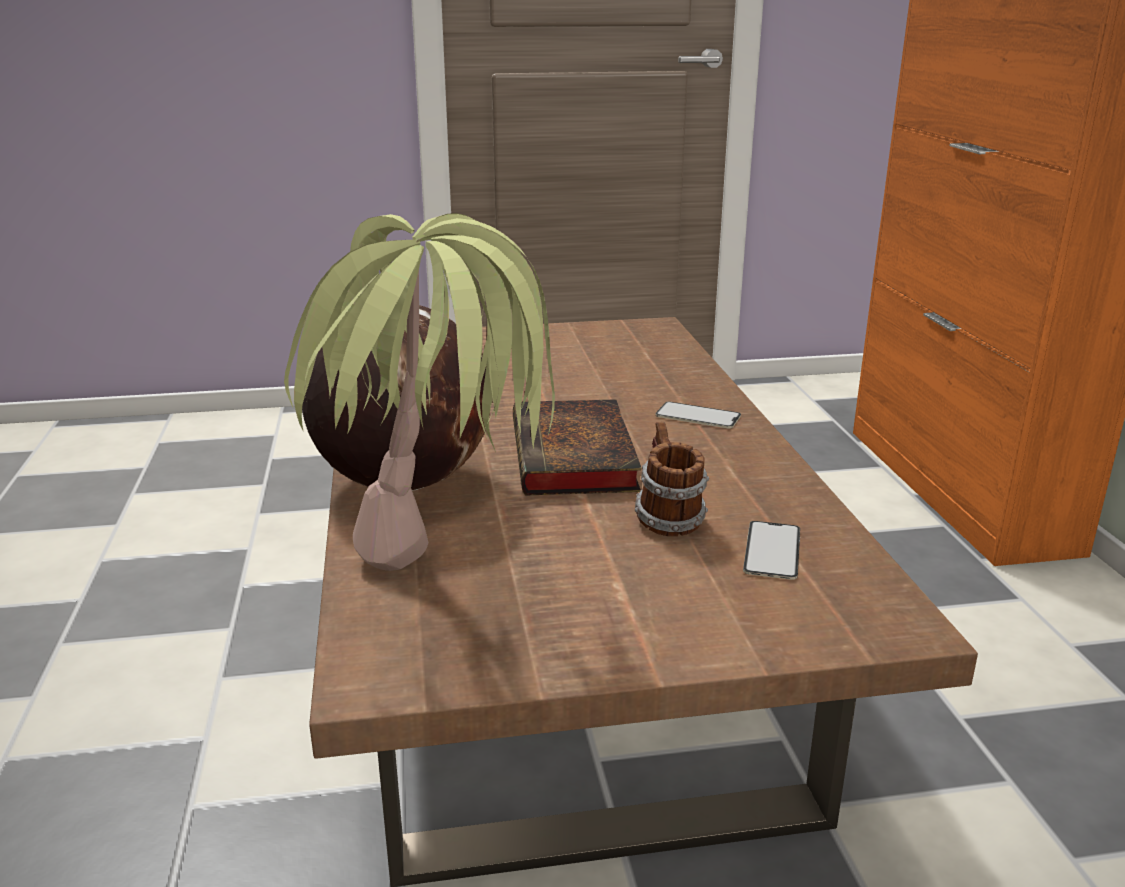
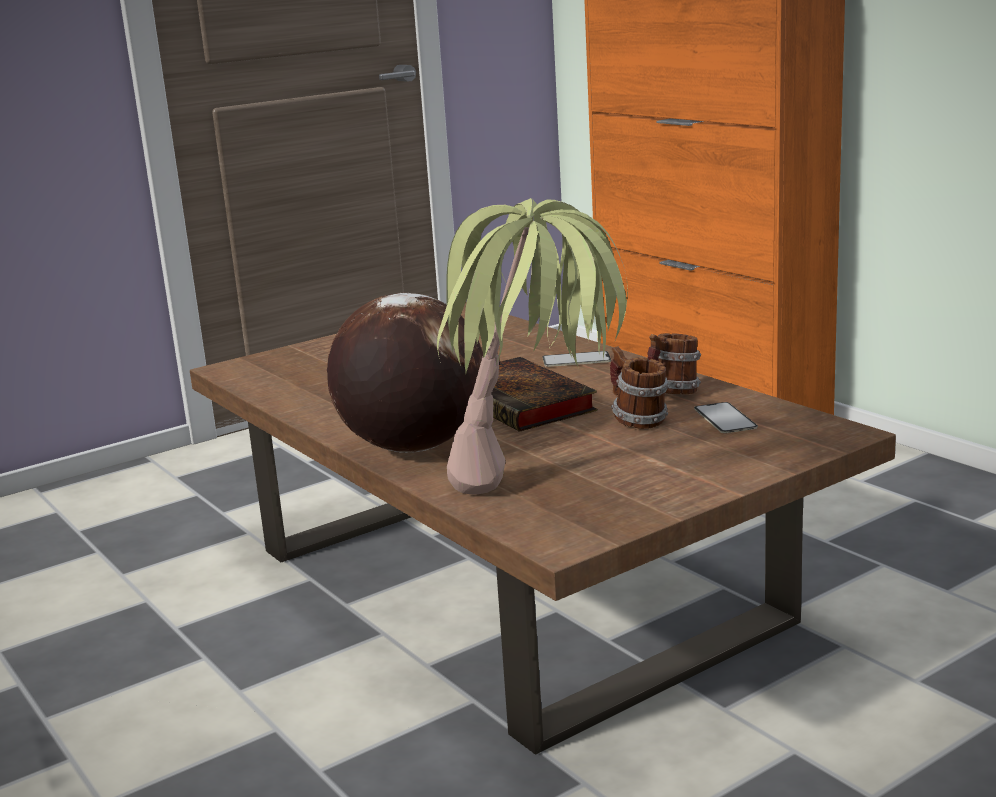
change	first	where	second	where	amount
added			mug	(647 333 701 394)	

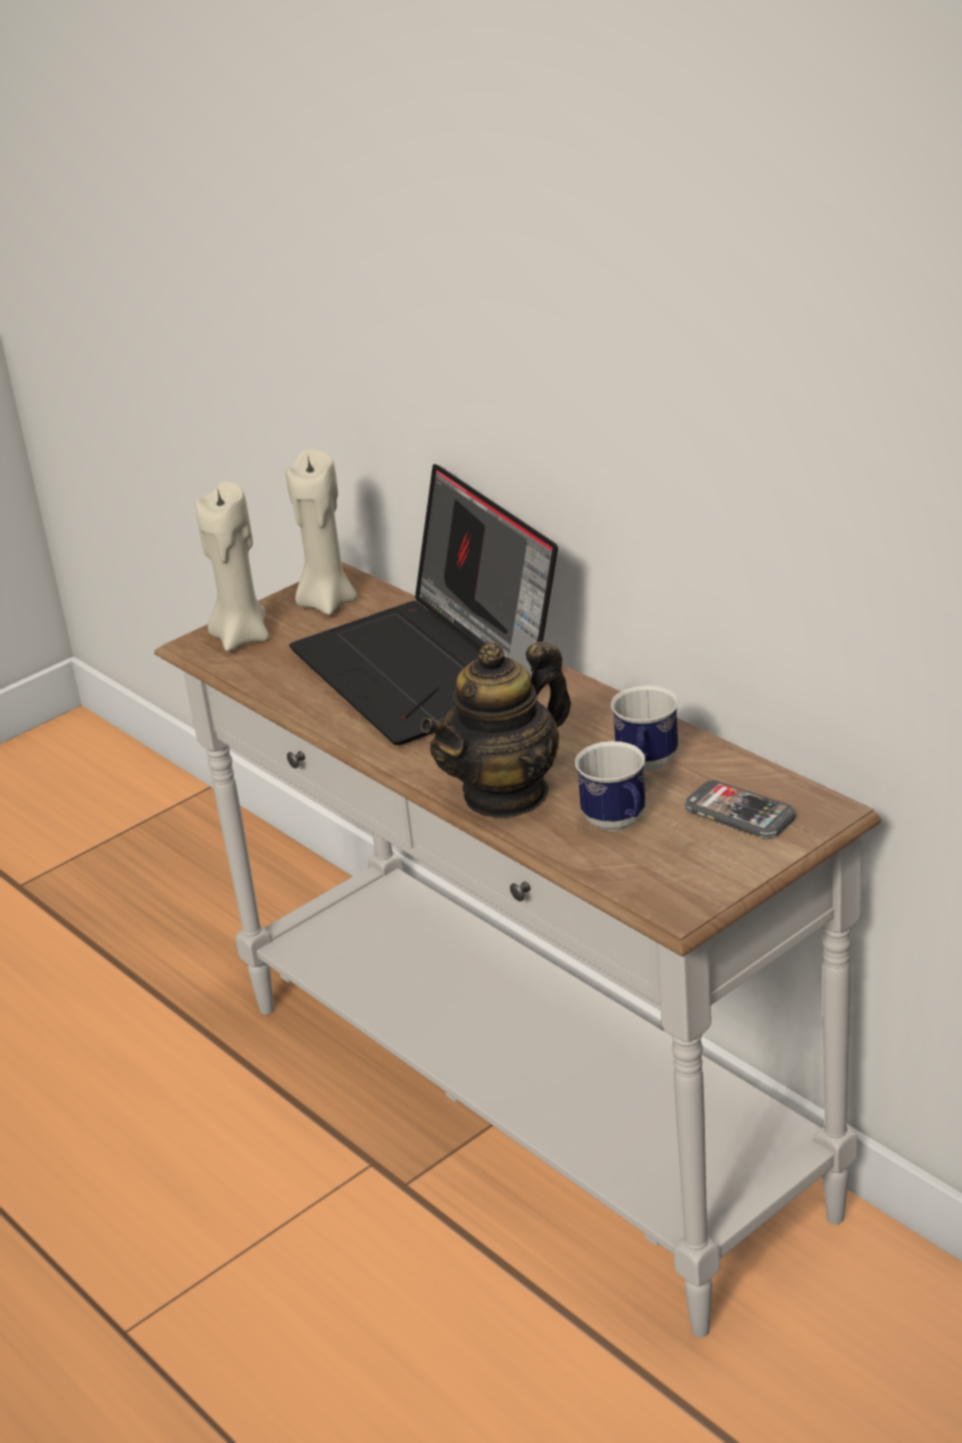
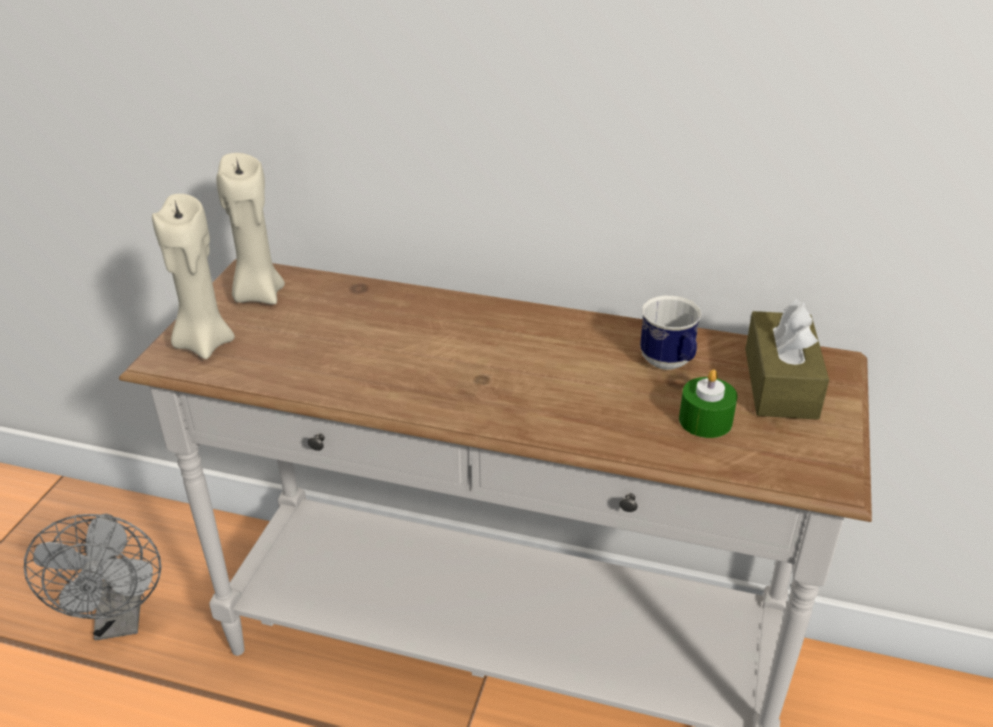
change	first	where	second	where	amount
added			grey fan	(24 513 162 641)	
replaced	mug	(575 741 645 831)	green candle	(679 369 737 438)	
replaced	phone	(685 780 796 839)	brown tissue box	(745 298 829 420)	
removed	laptop	(289 464 558 745)			
removed	teapot	(420 641 571 819)			

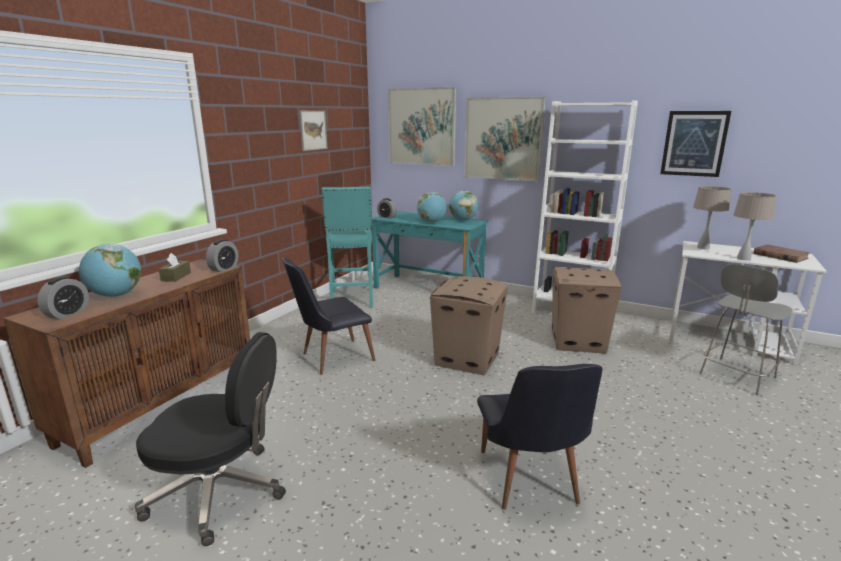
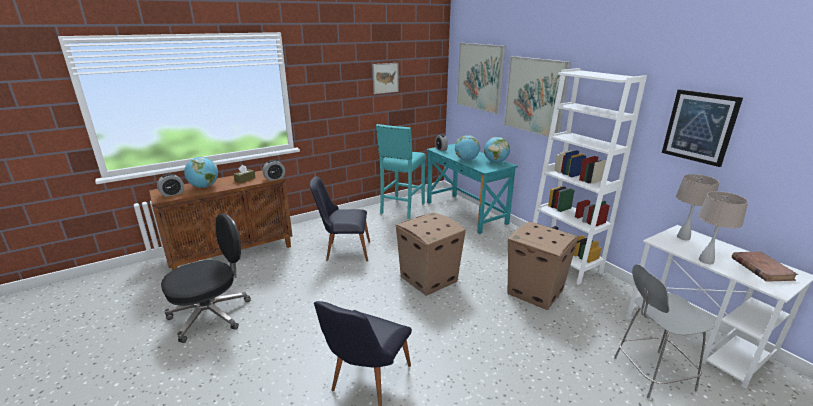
change	first	where	second	where	amount
turned	black office chair	(135 332 286 546)		(161 214 251 343)	75 degrees counterclockwise

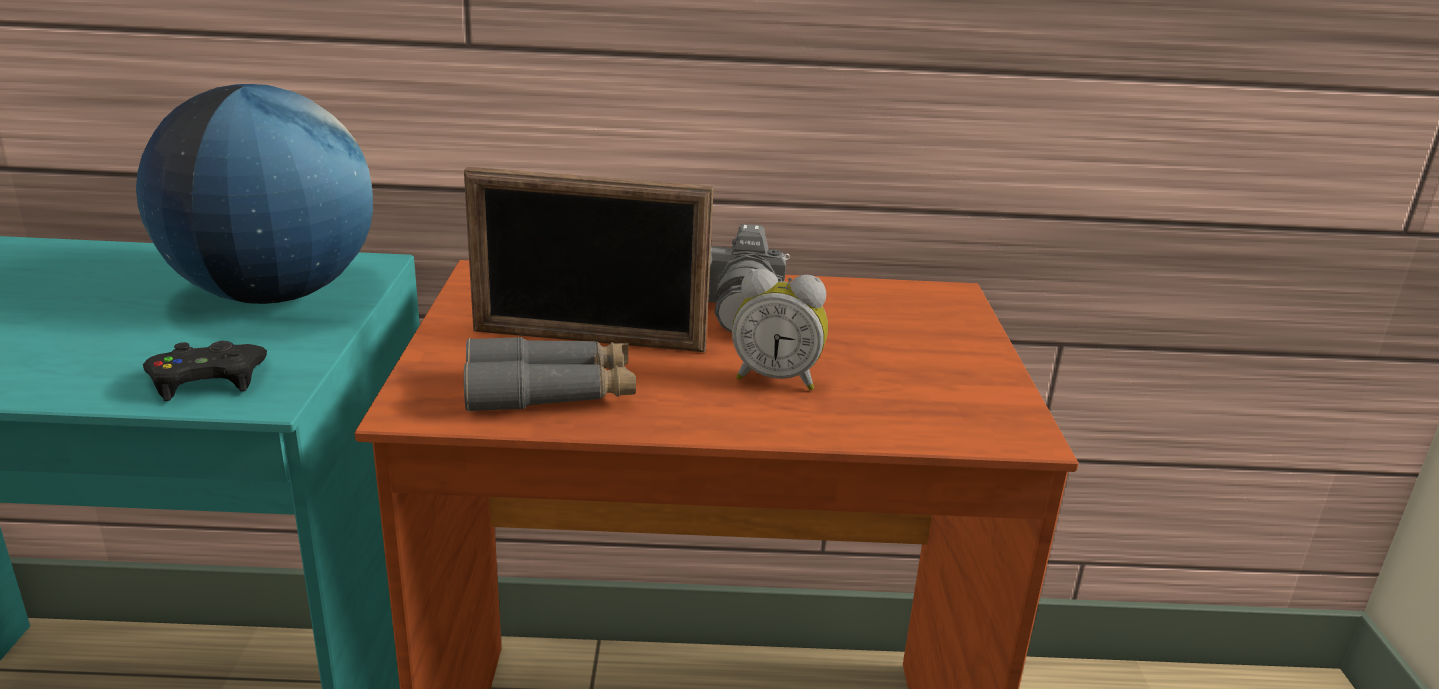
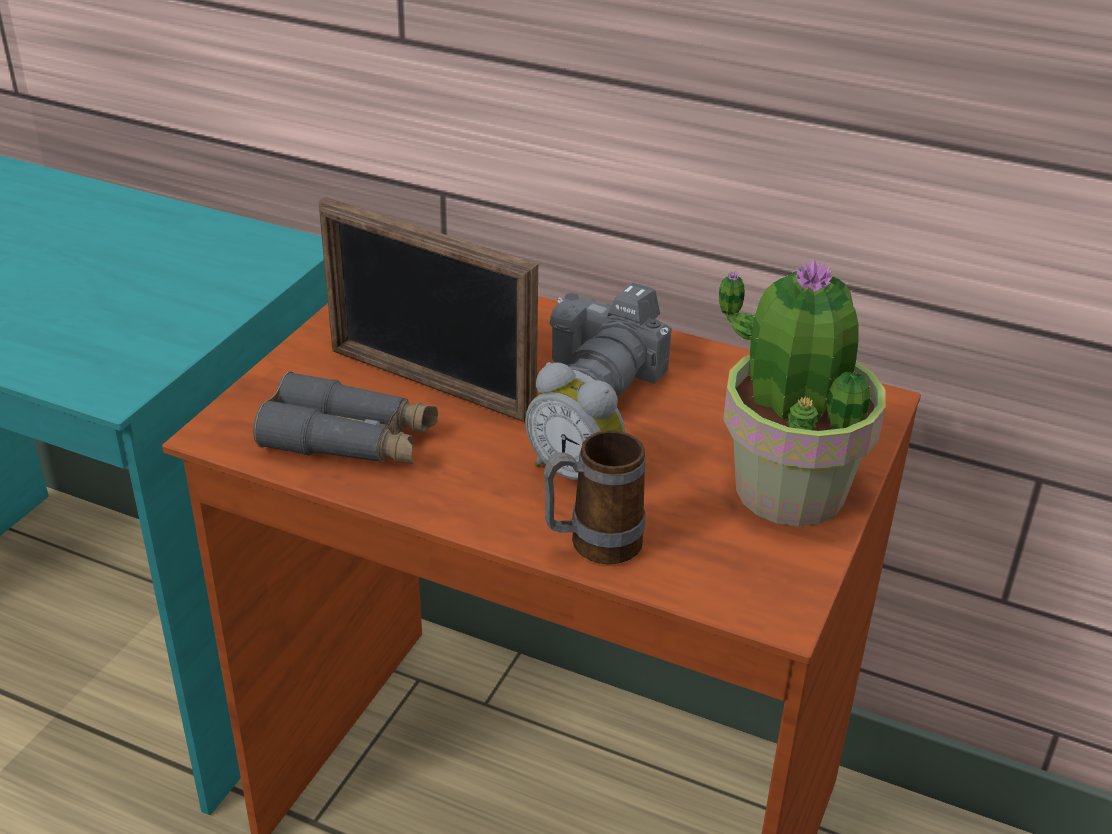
change	first	where	second	where	amount
added			mug	(544 430 646 565)	
added			potted plant	(717 258 886 526)	
removed	globe	(136 84 373 304)			
removed	black game controller	(143 341 267 401)			

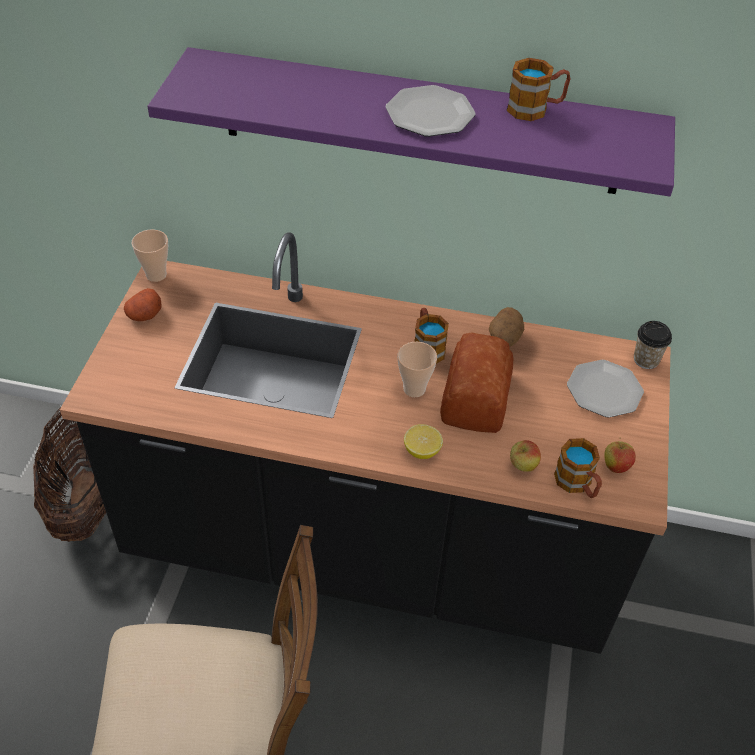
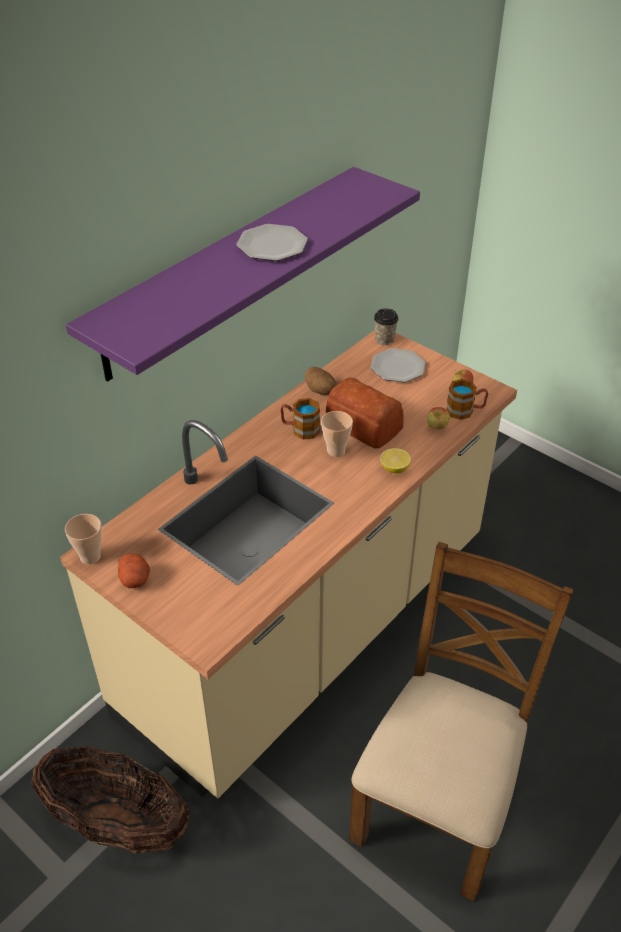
change	first	where	second	where	amount
recoloured	black counter	(60 232 671 654)	beige counter	(60 330 517 798)	
removed	mug	(507 58 570 121)			

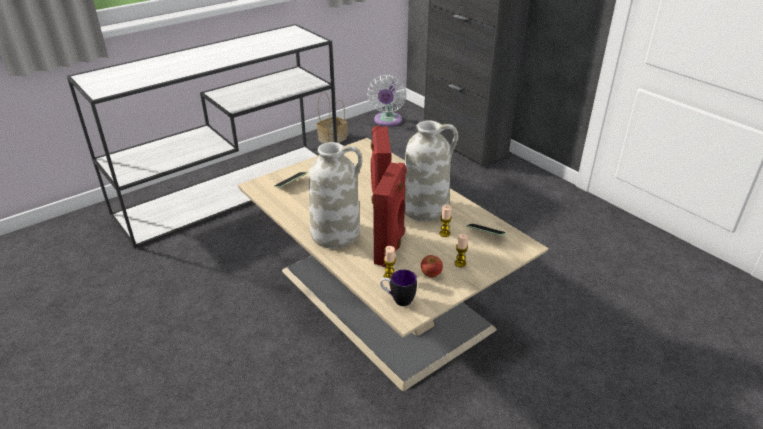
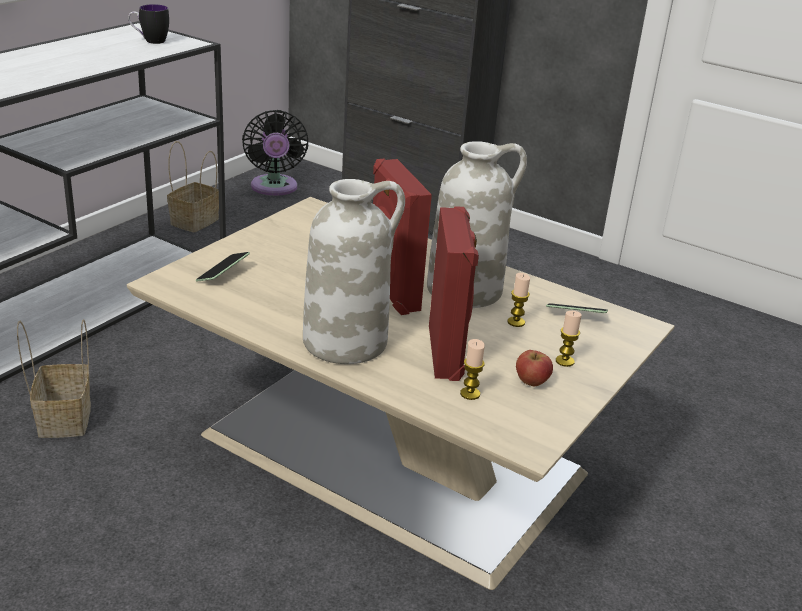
change	first	where	second	where	amount
added			basket	(17 319 91 438)	
moved	mug	(380 270 417 306)		(128 4 169 44)	
recoloured	white fan	(367 75 406 126)	black fan	(242 110 308 196)	

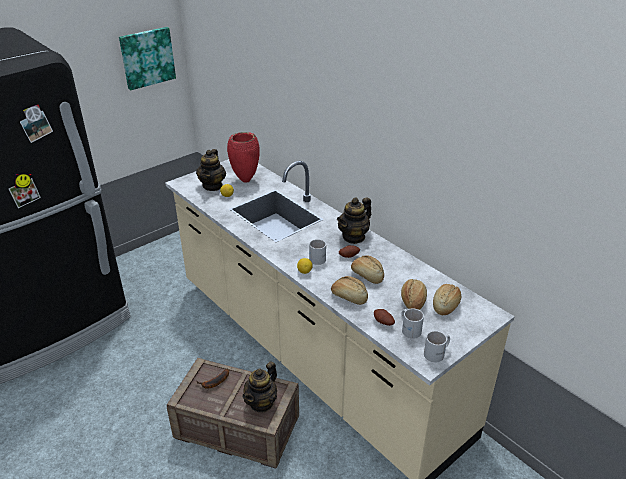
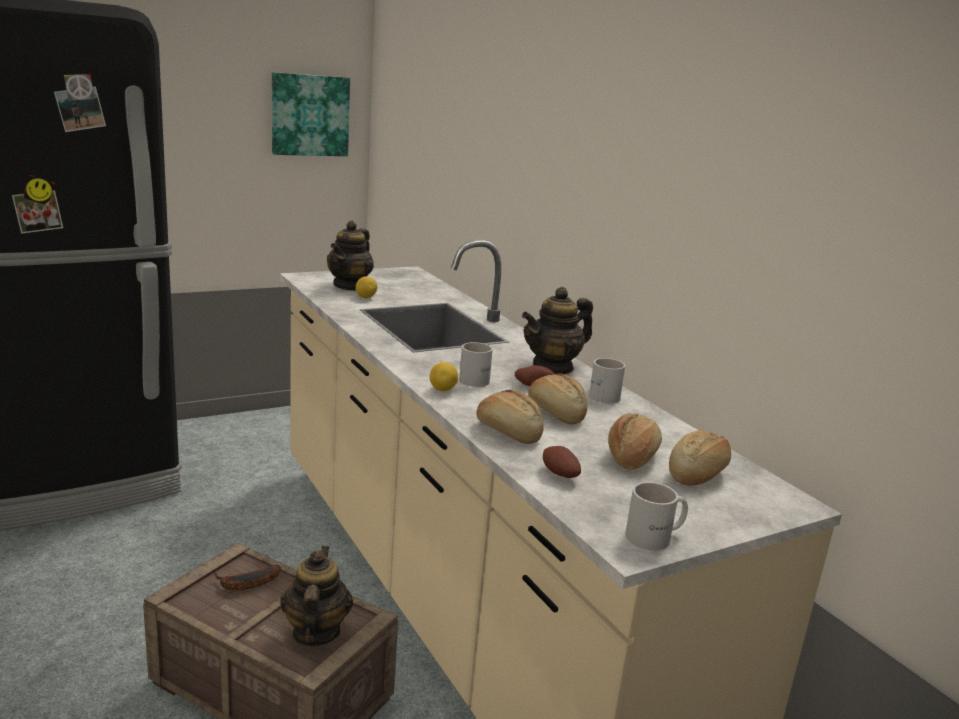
change	first	where	second	where	amount
turned	teapot	(242 361 277 413)		(280 546 353 647)	135 degrees clockwise
moved	white mug	(401 308 424 339)		(589 358 625 404)	
removed	red vase	(227 132 260 183)			

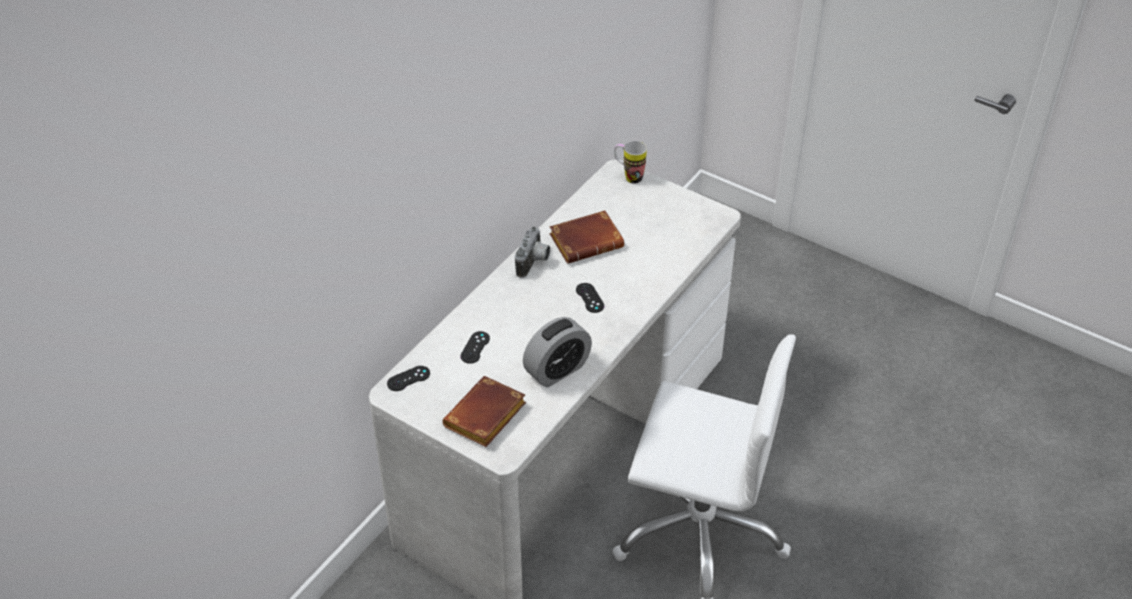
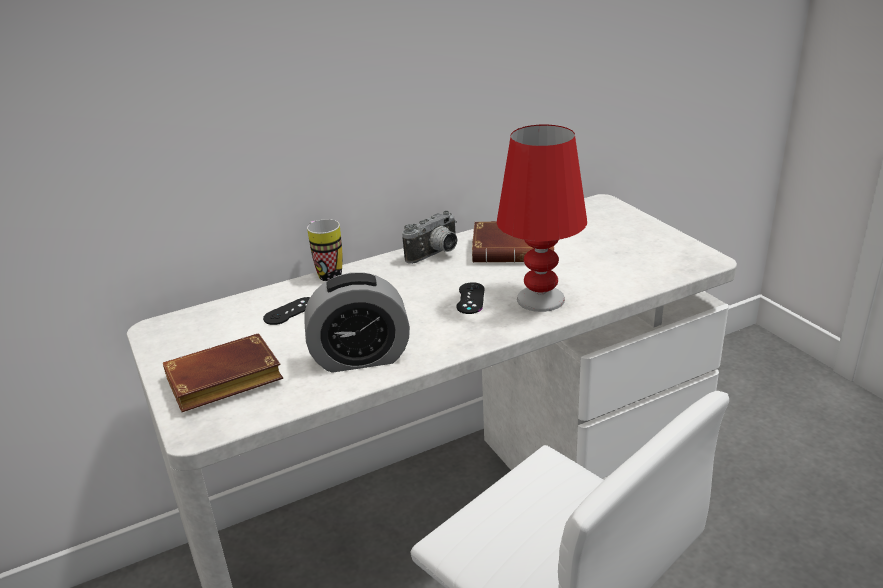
change	first	where	second	where	amount
moved	mug	(614 141 647 184)		(307 219 342 281)	
added			red table lamp	(497 125 587 312)	
removed	black game controller	(387 366 430 391)			

